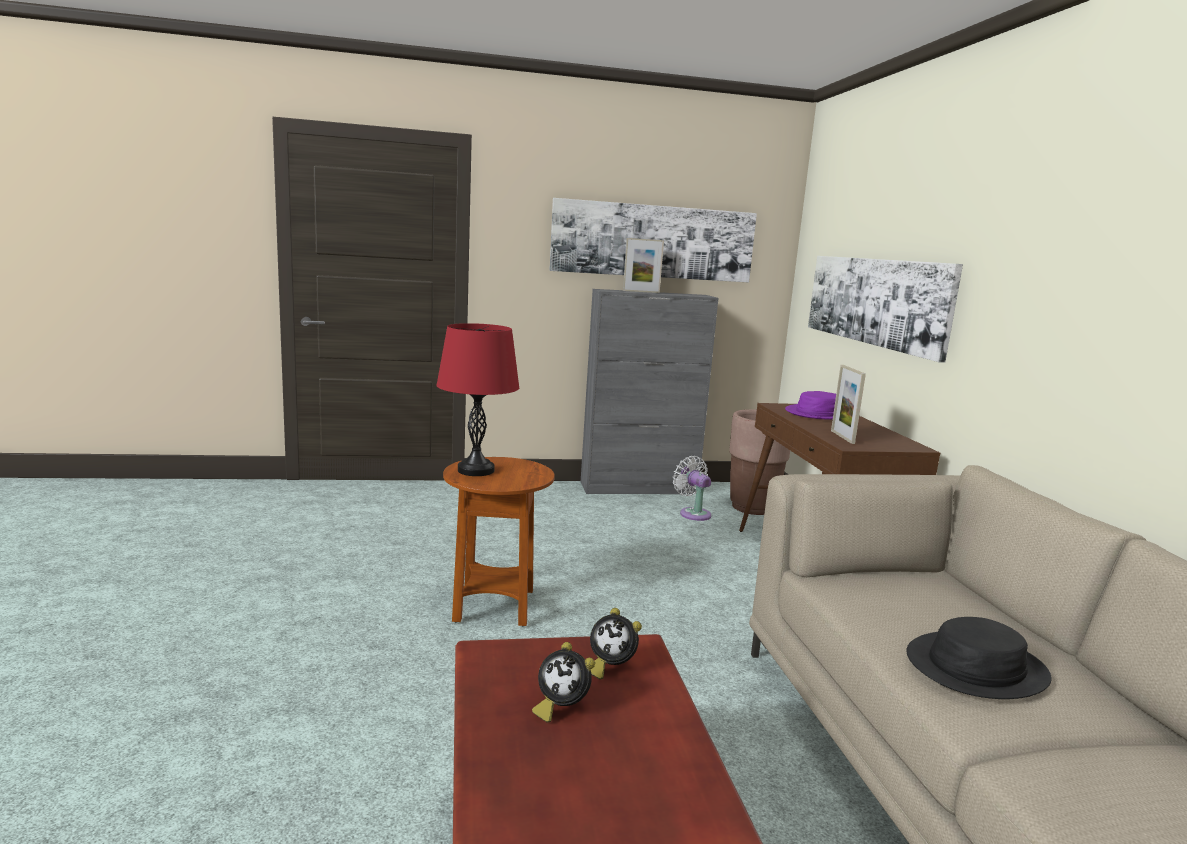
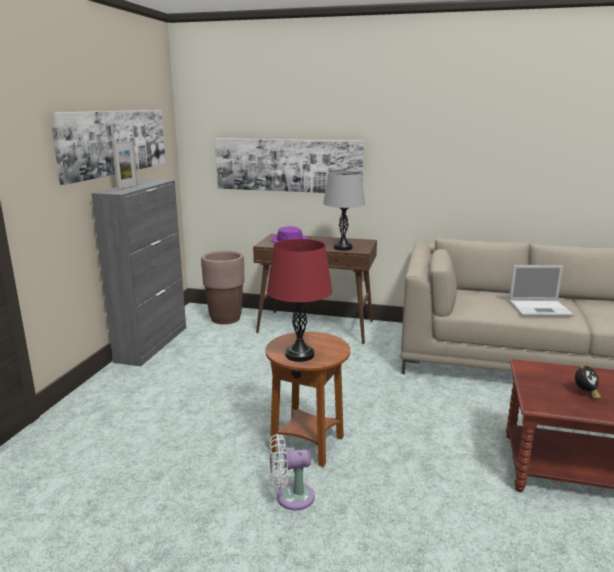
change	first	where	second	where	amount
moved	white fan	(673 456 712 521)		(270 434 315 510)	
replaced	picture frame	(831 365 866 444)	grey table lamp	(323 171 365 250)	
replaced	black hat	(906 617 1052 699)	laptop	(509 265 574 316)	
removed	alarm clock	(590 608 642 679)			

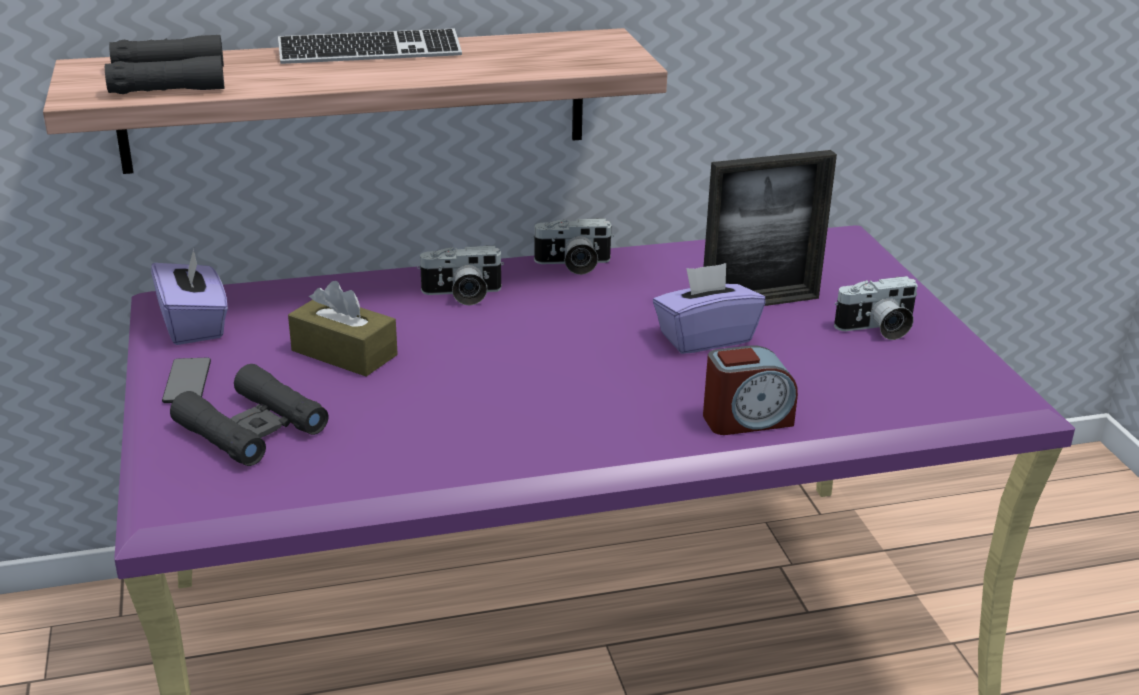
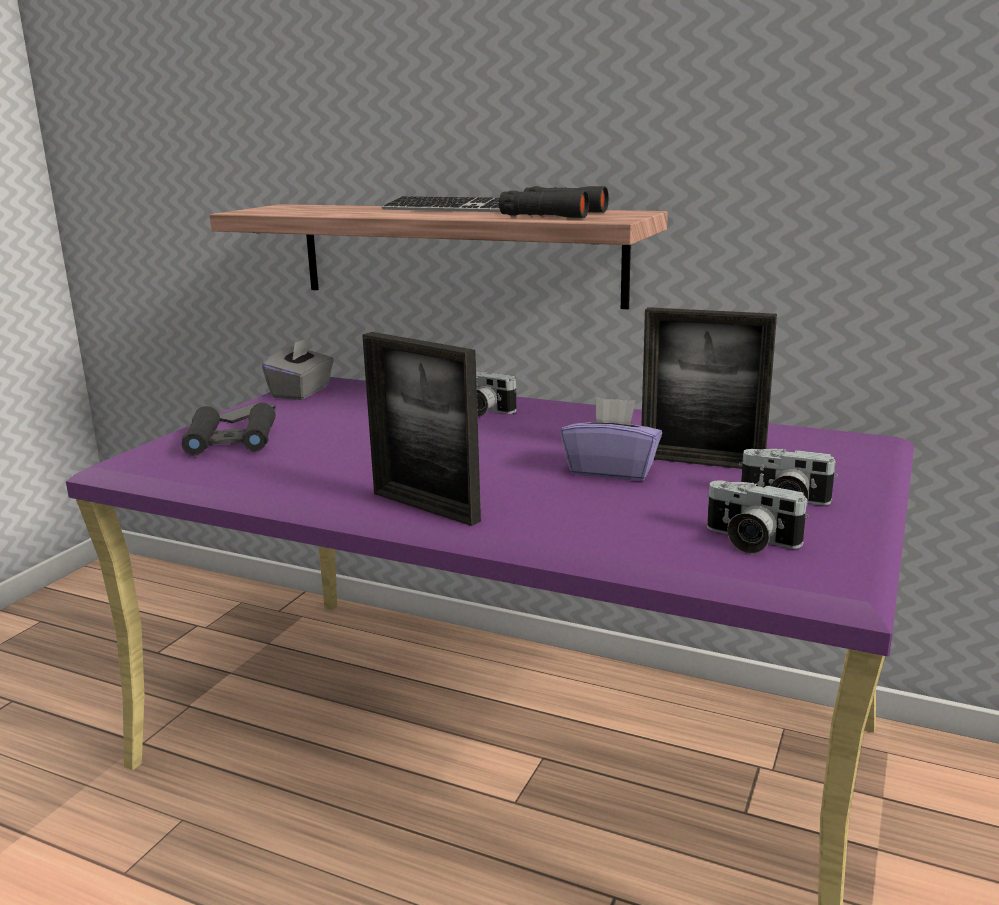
change	first	where	second	where	amount
recoloured	purple tissue box	(151 249 228 345)	grey tissue box	(262 336 334 400)	
added			picture frame	(362 332 481 526)	
moved	black binoculars	(105 34 225 94)		(499 186 609 218)	
moved	photo camera	(531 218 614 275)		(706 480 809 554)	
removed	brown tissue box	(288 281 398 376)			
removed	alarm clock	(703 346 798 435)			

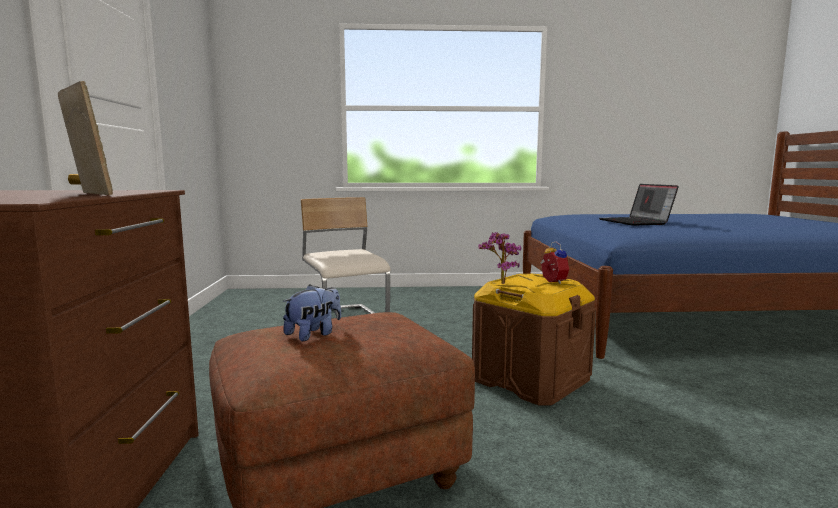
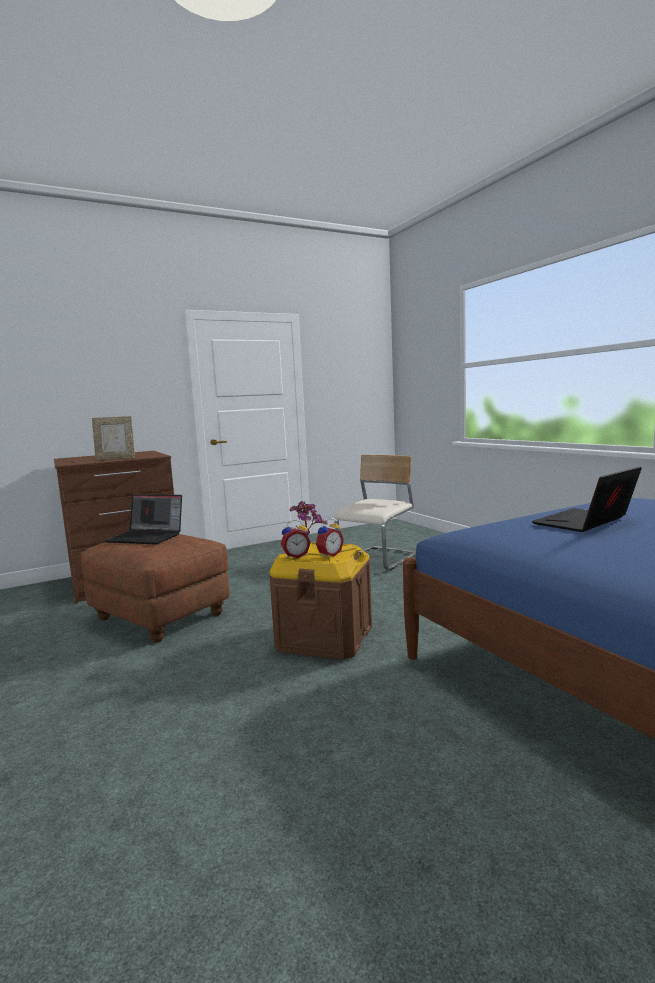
change	first	where	second	where	amount
turned	picture frame	(58 81 113 195)		(92 416 135 460)	60 degrees clockwise
replaced	plush toy	(283 284 341 341)	laptop	(105 494 182 544)	
added			alarm clock	(281 520 311 558)	

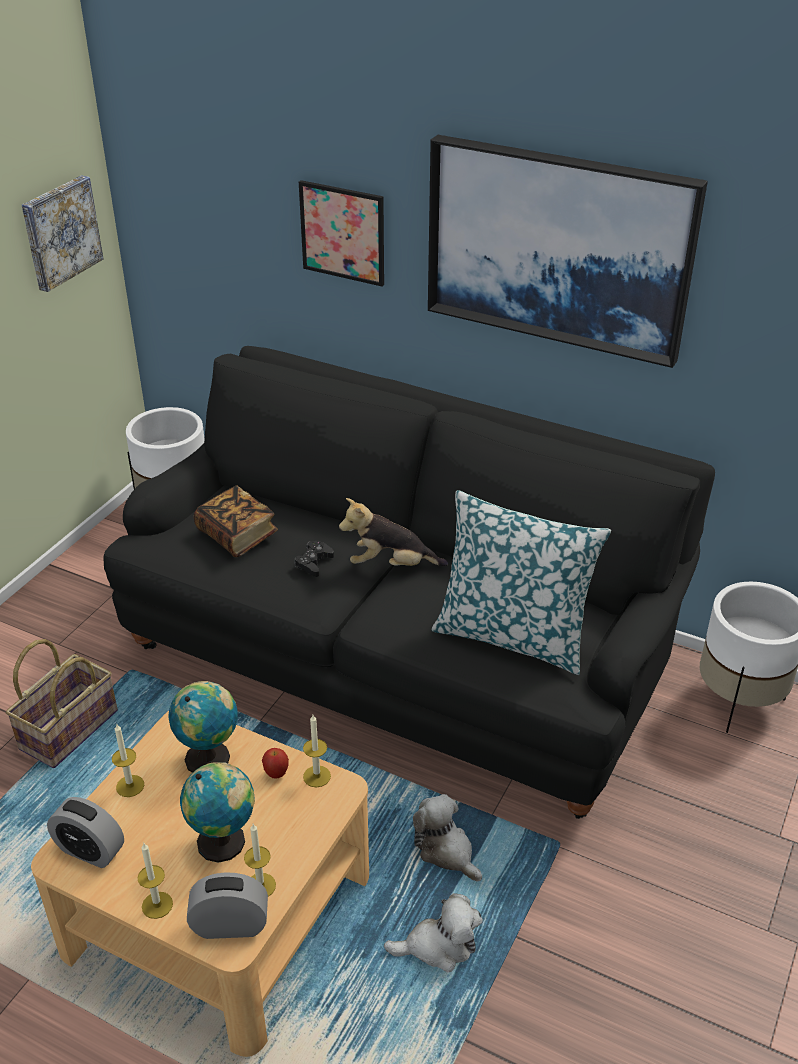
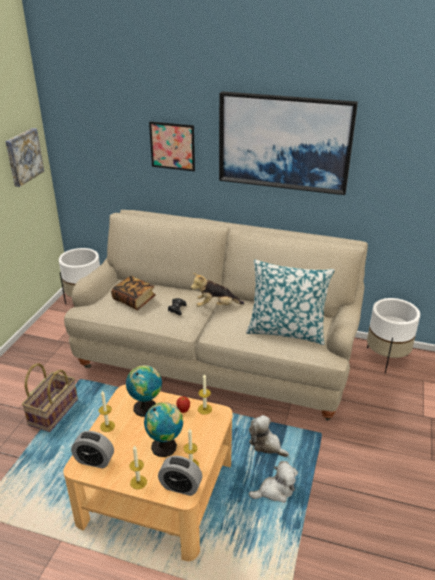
change	first	where	second	where	amount
recoloured	black sofa	(103 346 715 819)	beige sofa	(64 210 368 421)	
turned	alarm clock	(187 872 268 939)		(158 456 202 496)	150 degrees counterclockwise

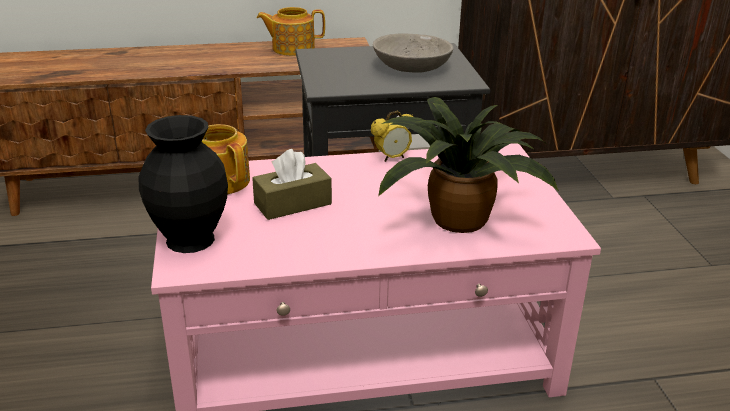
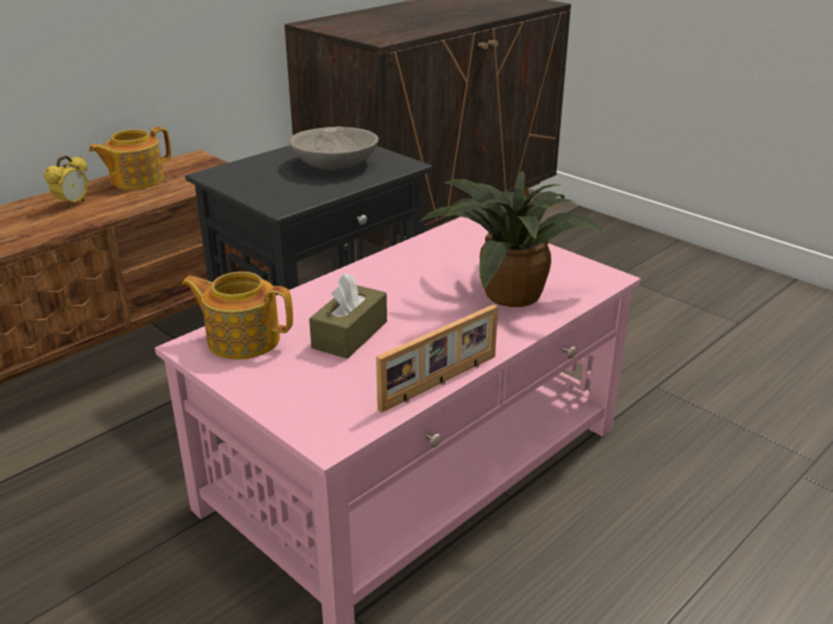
change	first	where	second	where	amount
moved	alarm clock	(371 111 413 162)		(44 155 88 208)	
added			picture frame	(376 304 498 413)	
removed	black vase	(139 115 228 253)			

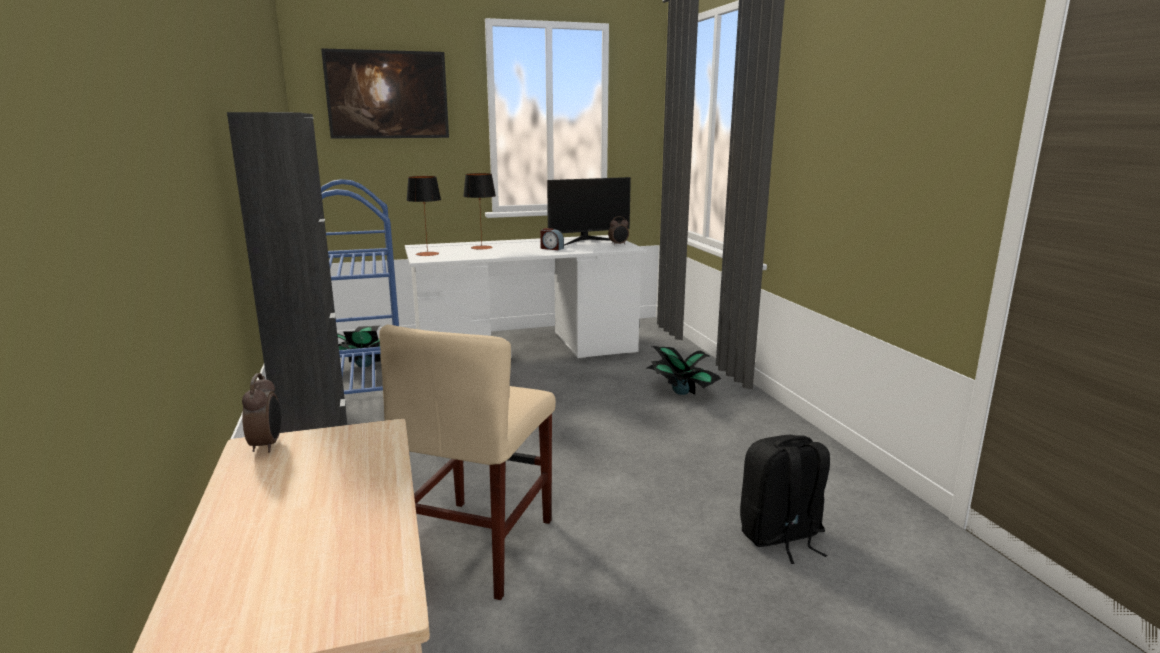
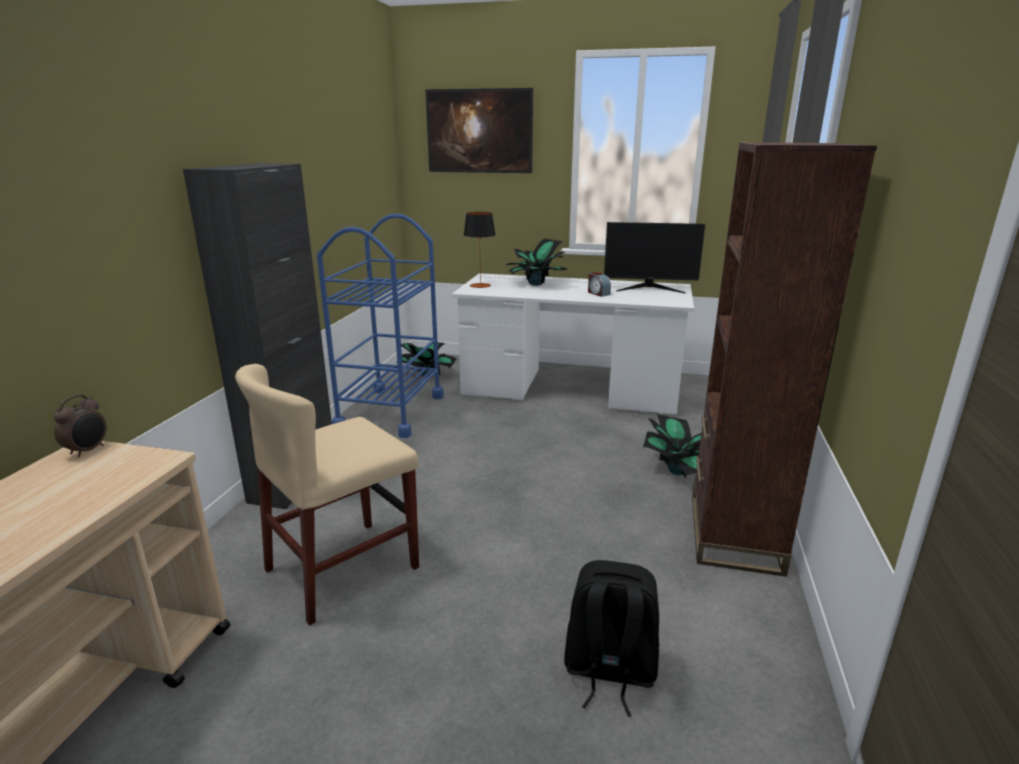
change	first	where	second	where	amount
replaced	table lamp	(463 173 496 250)	potted plant	(506 239 568 286)	
added			brown bookcase	(692 142 877 577)	
removed	alarm clock	(608 216 629 245)			

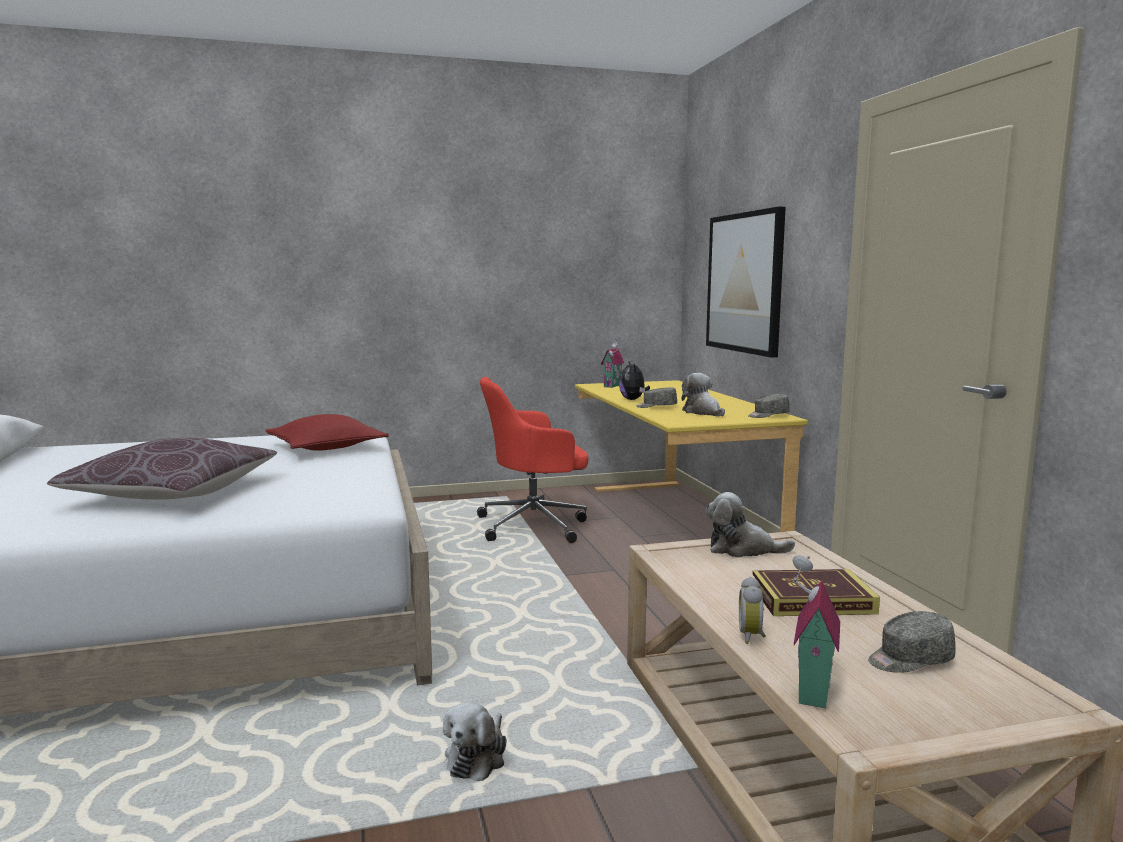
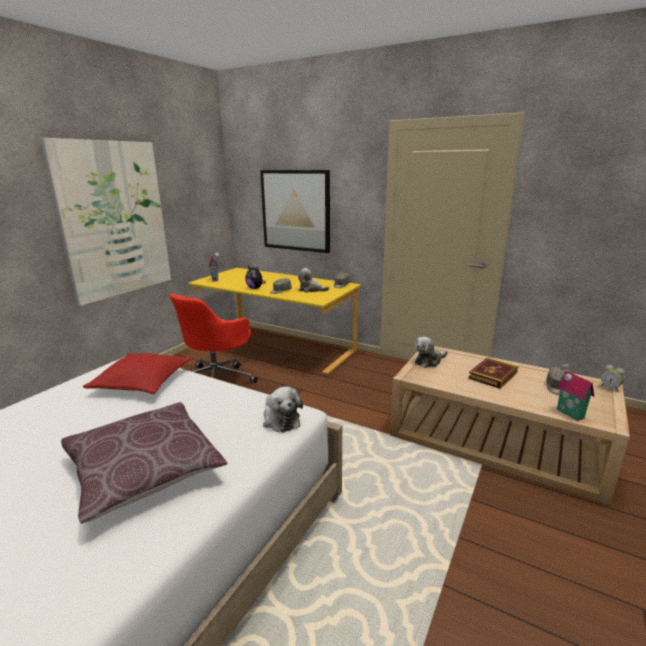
change	first	where	second	where	amount
added			picture	(40 138 171 306)	
moved	plush toy	(443 702 507 781)		(263 386 303 433)	
moved	alarm clock	(739 577 766 644)		(600 365 625 392)	

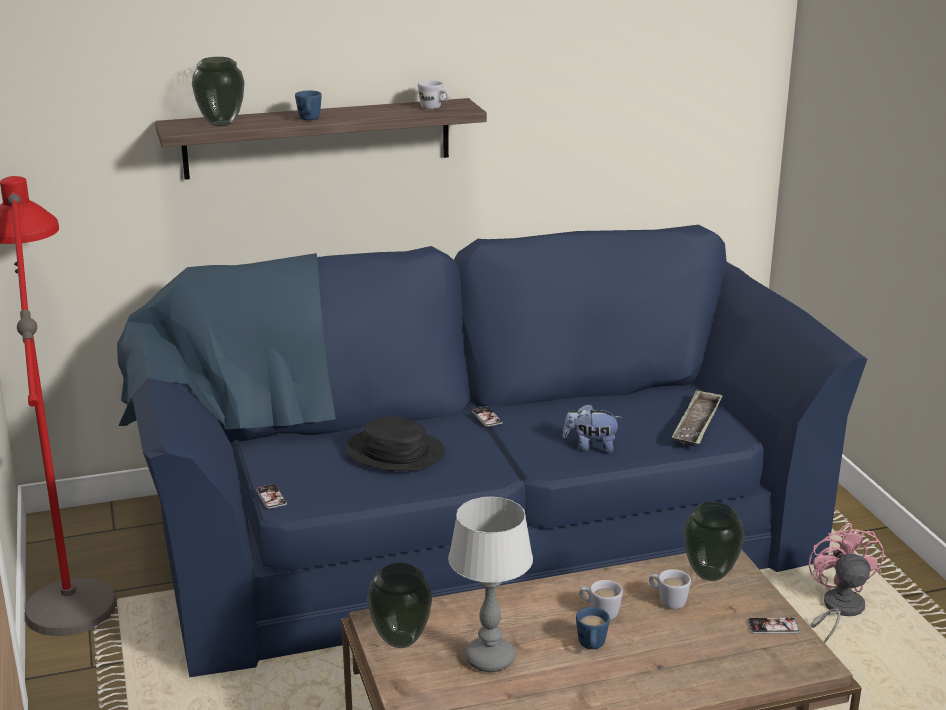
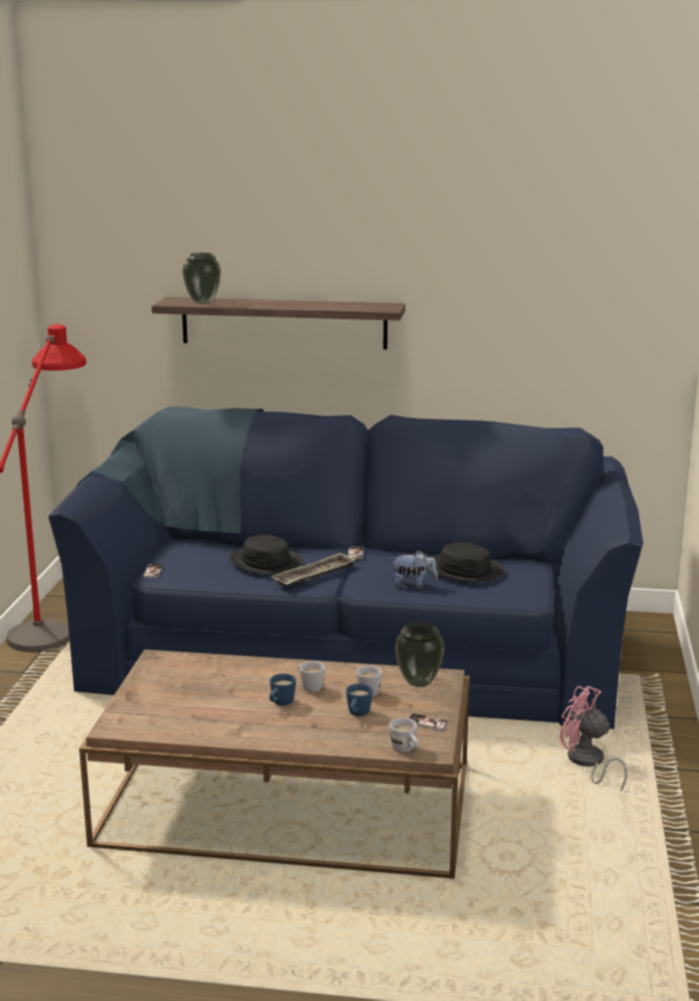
change	first	where	second	where	amount
moved	tray	(672 389 723 447)		(272 552 356 587)	
moved	blue mug	(295 91 322 120)		(346 684 373 716)	
moved	white mug	(418 80 450 109)		(389 718 419 752)	
turned	plush toy	(563 404 622 453)		(390 550 438 589)	150 degrees clockwise
added			black hat	(434 542 505 582)	
turned	pink fan	(809 523 884 643)		(560 686 627 791)	75 degrees counterclockwise
removed	vase	(367 563 432 648)			
removed	table lamp	(448 497 533 672)			

